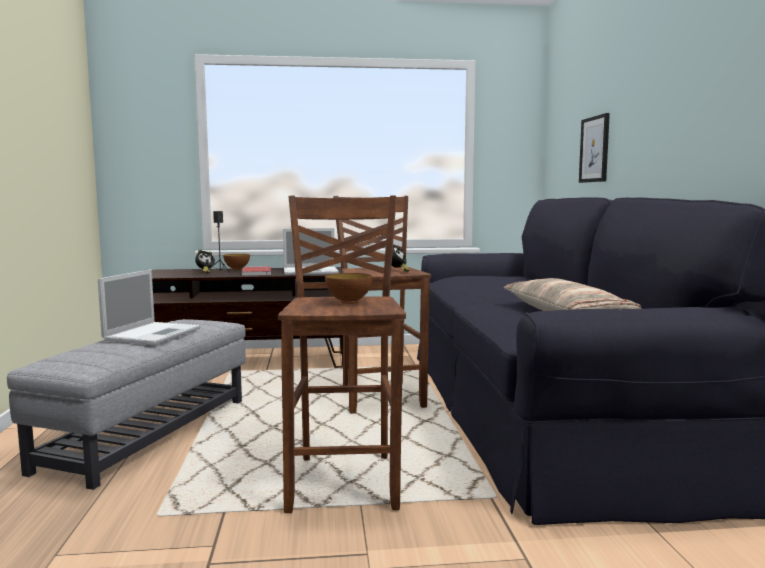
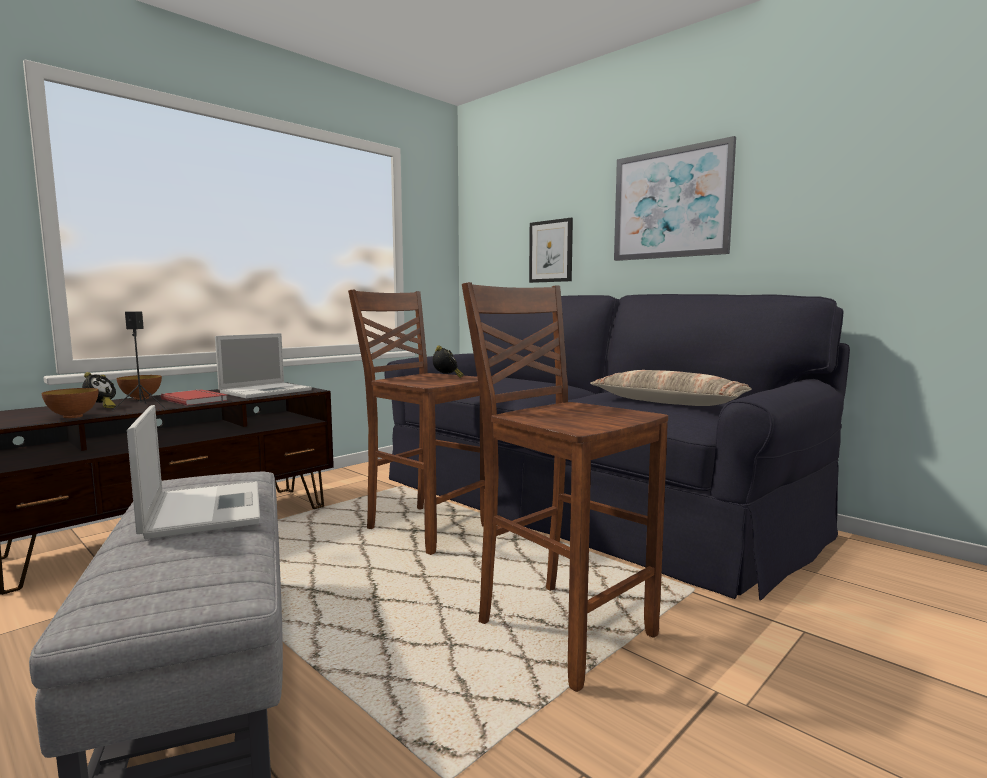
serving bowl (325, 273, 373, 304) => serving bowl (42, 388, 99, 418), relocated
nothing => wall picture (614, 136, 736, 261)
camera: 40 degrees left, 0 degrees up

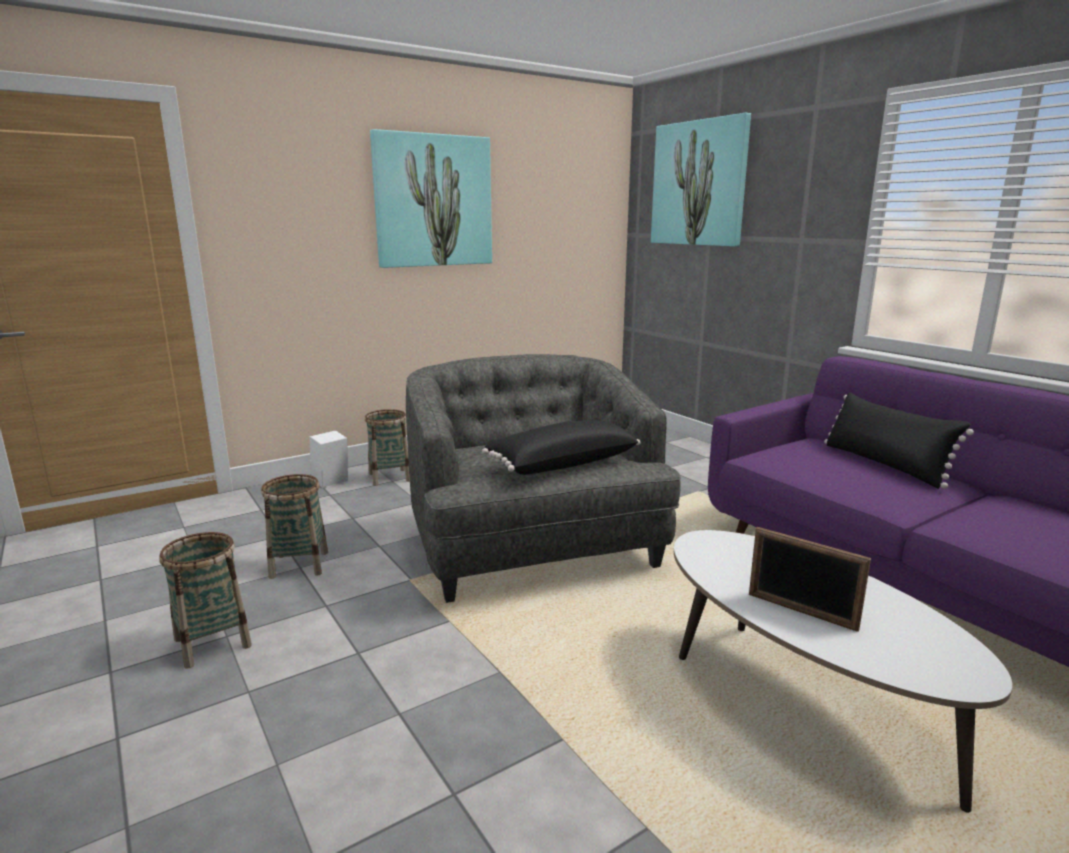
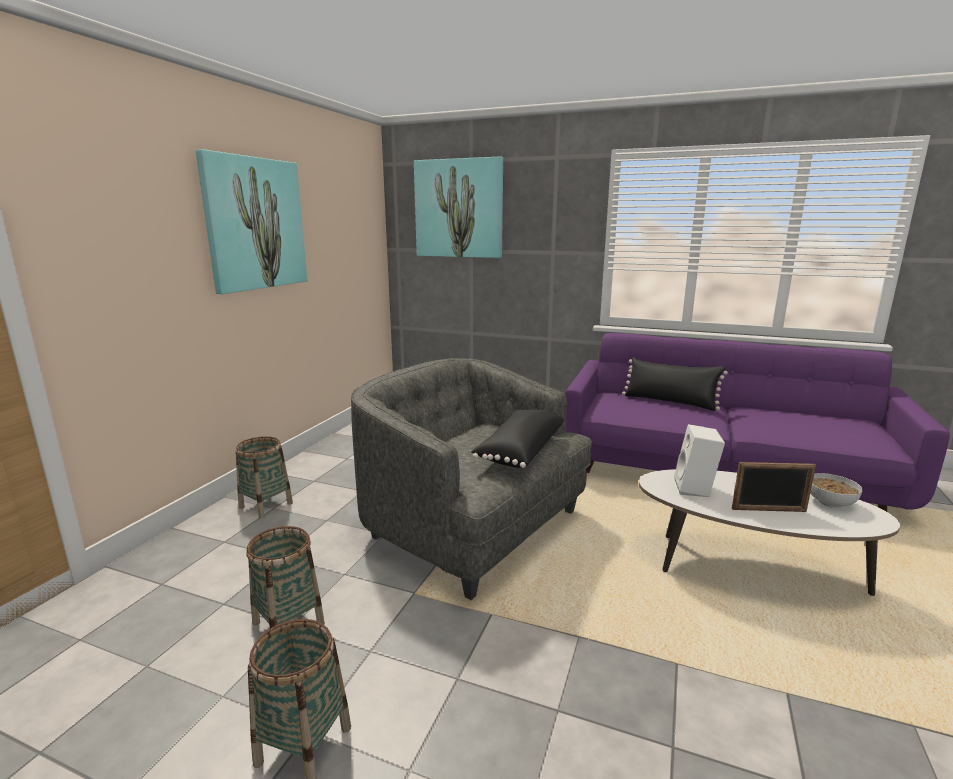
loudspeaker (white-coloured) (309, 430, 348, 488) => loudspeaker (white-coloured) (674, 424, 725, 497), relocated
nothing => serving bowl (810, 473, 863, 508)
camera: 35 degrees left, 0 degrees up

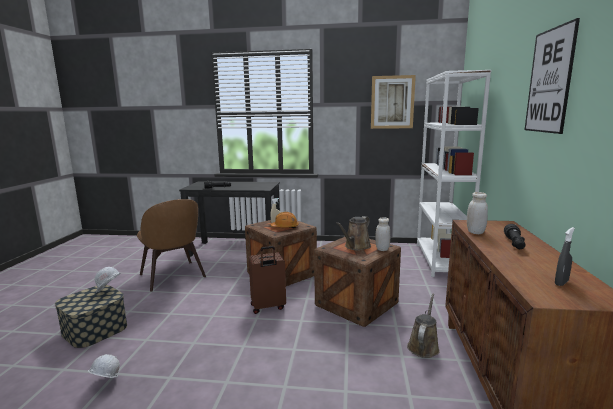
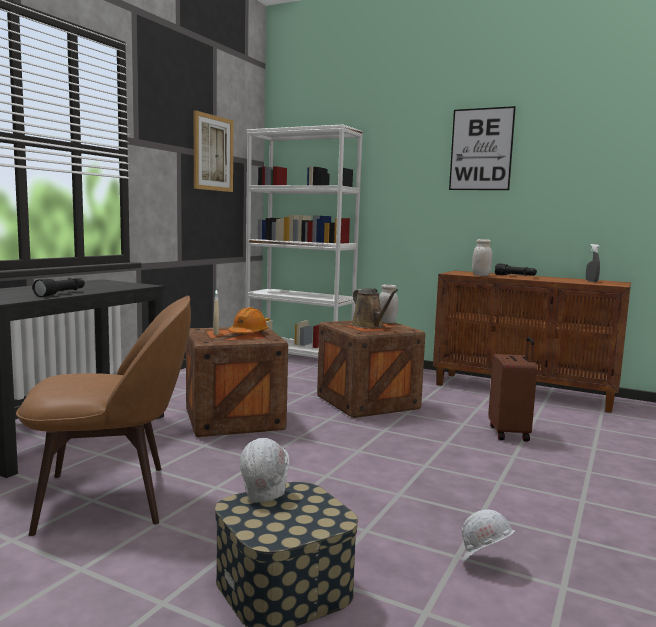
piece of luggage (brown) (249, 246, 286, 314) => piece of luggage (brown) (488, 337, 537, 441), relocated
watering pot (brown) (407, 294, 440, 358) => nothing
camera: 70 degrees left, 5 degrees down

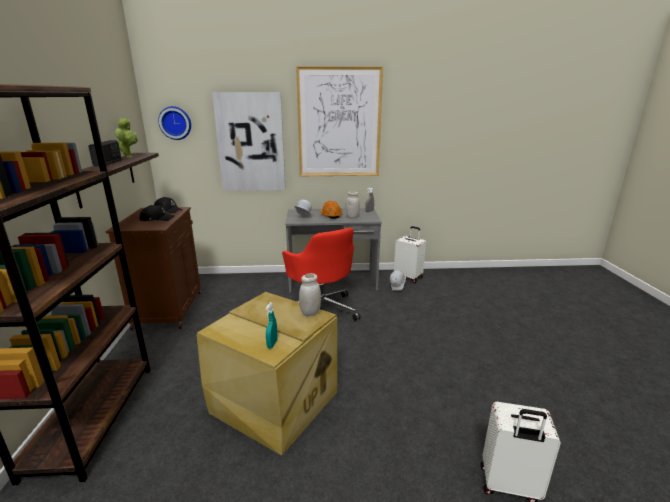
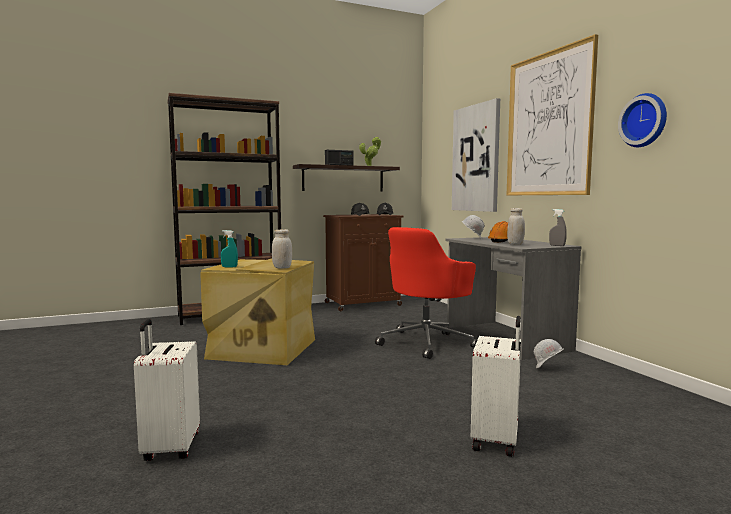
piece of luggage (white-coloured) (394, 226, 426, 283) => piece of luggage (white-coloured) (471, 316, 521, 457), relocated
wall clock (158, 106, 191, 140) => wall clock (618, 93, 667, 147), relocated
camera: 70 degrees right, 15 degrees down

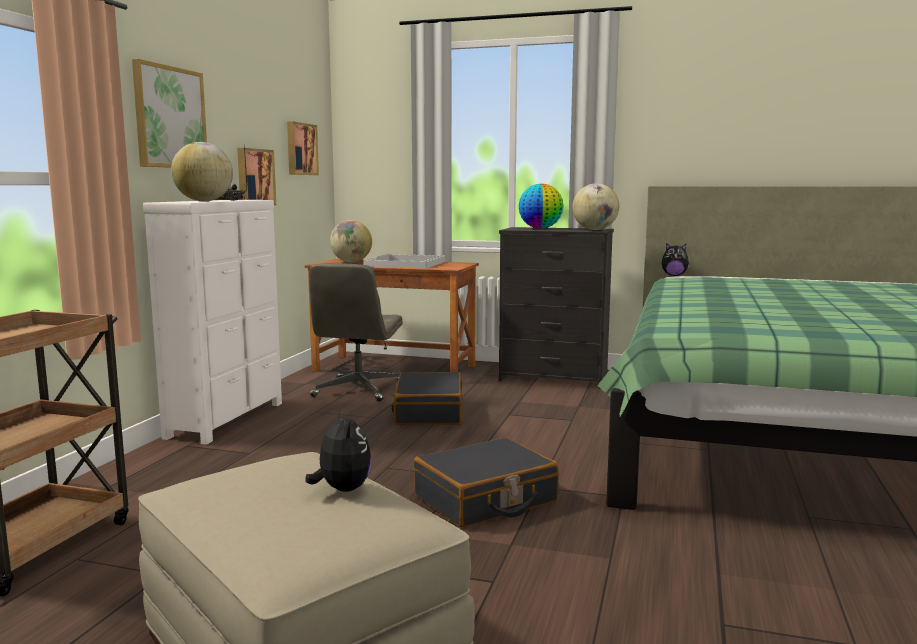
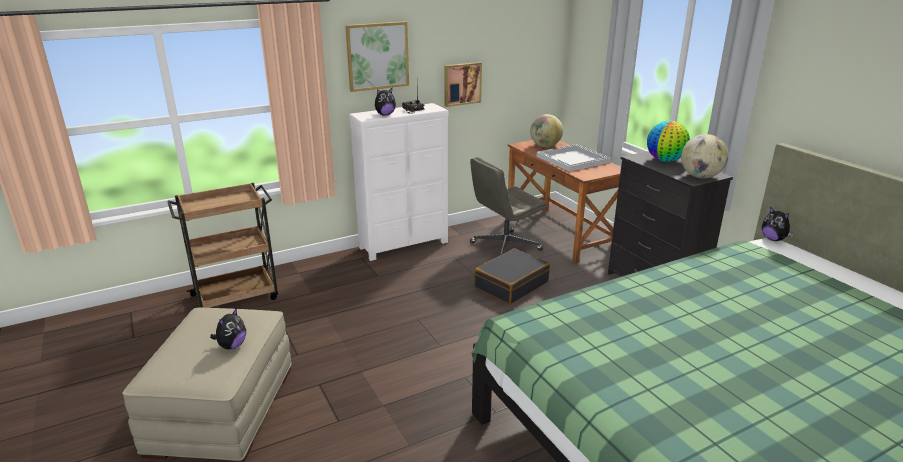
desk globe (171, 142, 233, 201) => soft toy (375, 88, 396, 116)
wall picture (287, 121, 319, 175) => nothing
piece of luggage (blackish) (414, 438, 559, 527) => nothing
camera: 45 degrees right, 15 degrees up

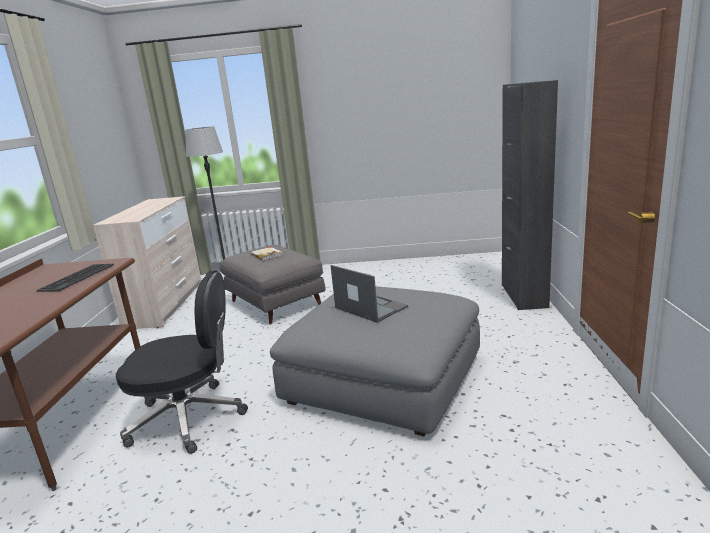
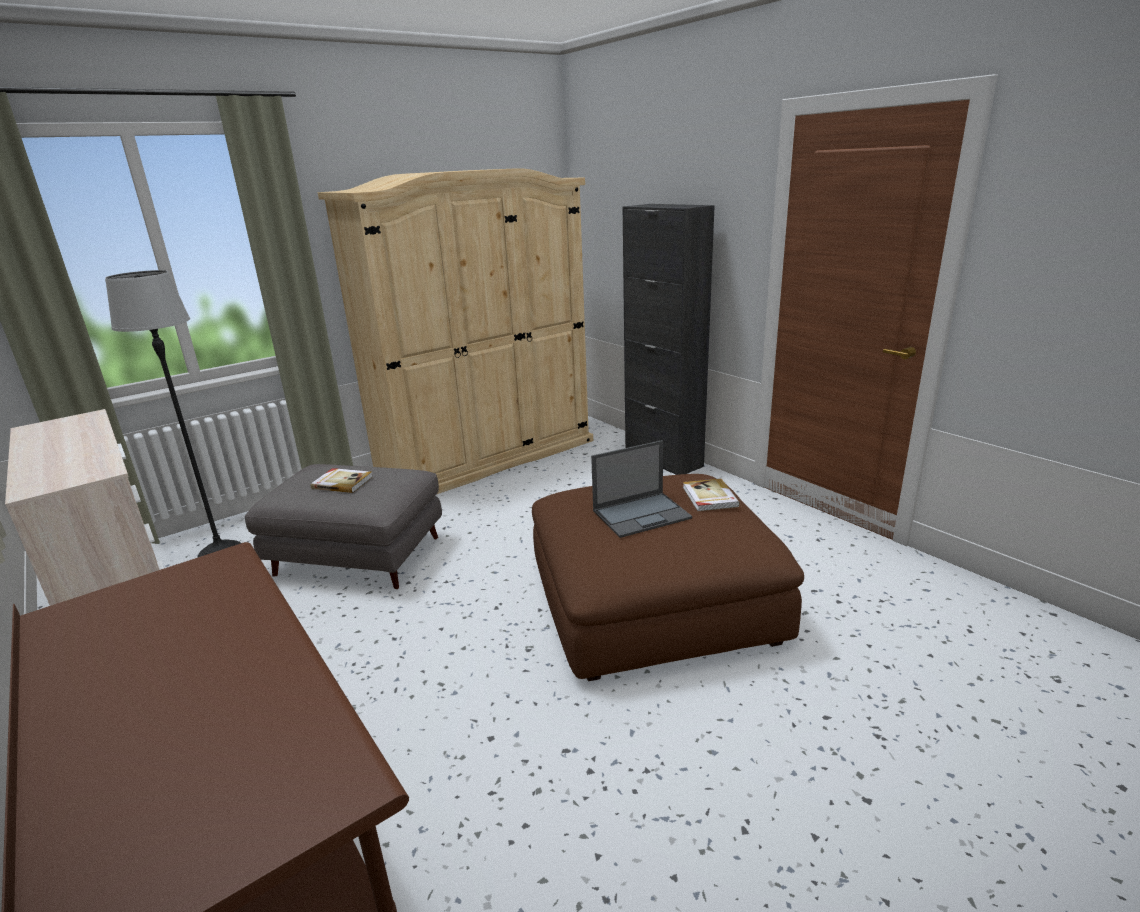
nothing => armoire (beige-coloured) (318, 168, 593, 494)
pouffe (gray) (270, 286, 480, 436) => pouffe (brown) (532, 474, 804, 681)
portable computer (330, 265, 408, 323) => portable computer (591, 440, 692, 538), 150 degrees clockwise
nothing => volume (683, 478, 740, 511)
keyboard (37, 264, 114, 292) => nothing
computer chair (blackish) (116, 271, 248, 454) => nothing
camera: 40 degrees left, 5 degrees up

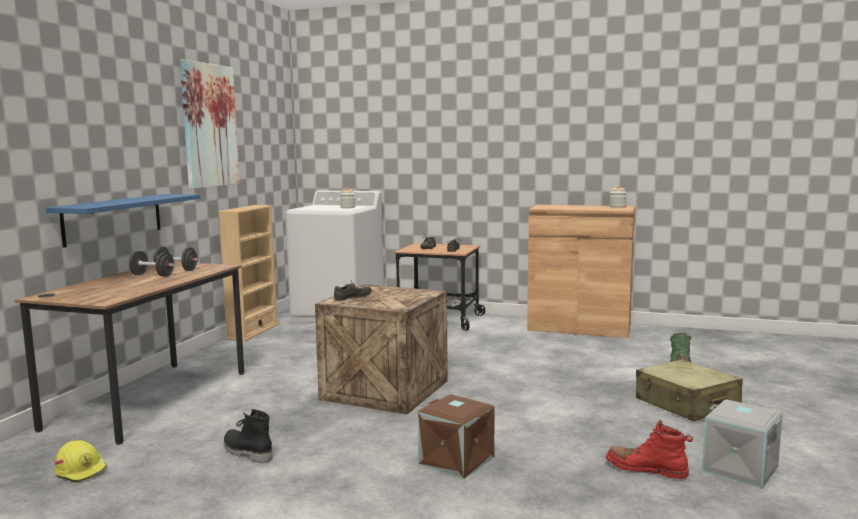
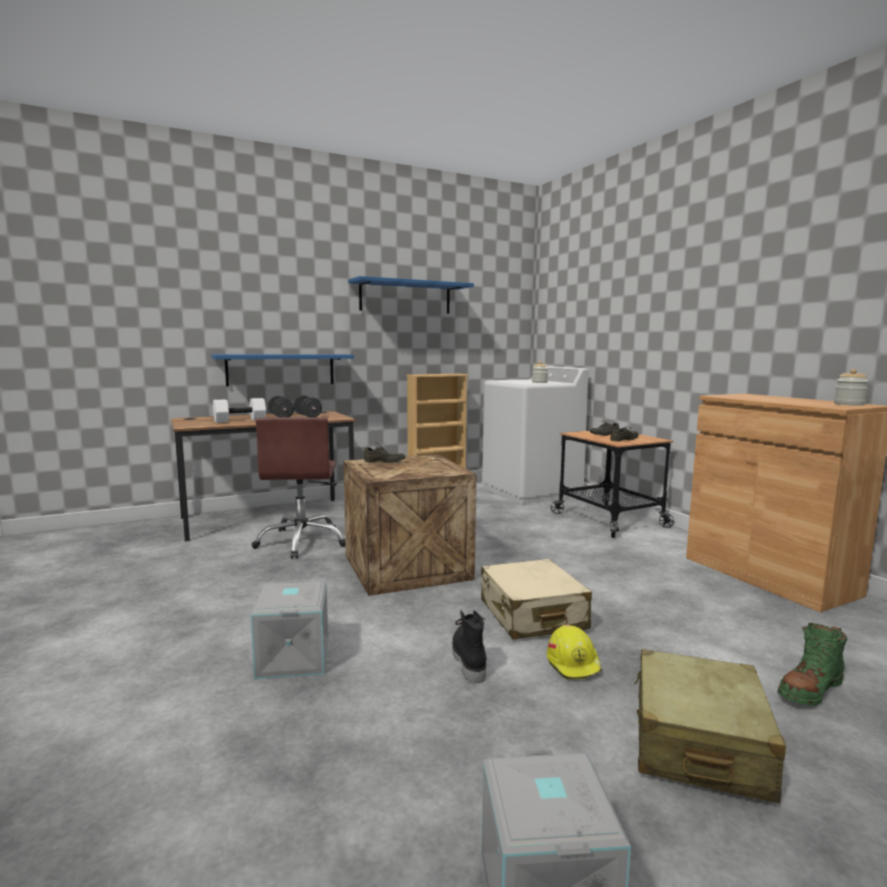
nothing => free weight (white-coloured) (213, 398, 266, 423)
storage container (brown) (418, 394, 494, 479) => storage container (gray) (251, 581, 328, 679)
nothing => computer chair (brown) (252, 417, 346, 559)
wall picture (180, 59, 240, 189) => wall shelf (bluish) (348, 276, 474, 314)
high-top boot (blackish) (224, 409, 273, 463) => high-top boot (blackish) (452, 610, 487, 683), relocated
nothing => piece of luggage (beige-coloured) (481, 559, 592, 639)
work helmet (yellowish) (55, 440, 107, 483) => work helmet (yellowish) (547, 624, 602, 680), relocated
high-top boot (red) (606, 420, 693, 479) => nothing
camera: 45 degrees right, 0 degrees up

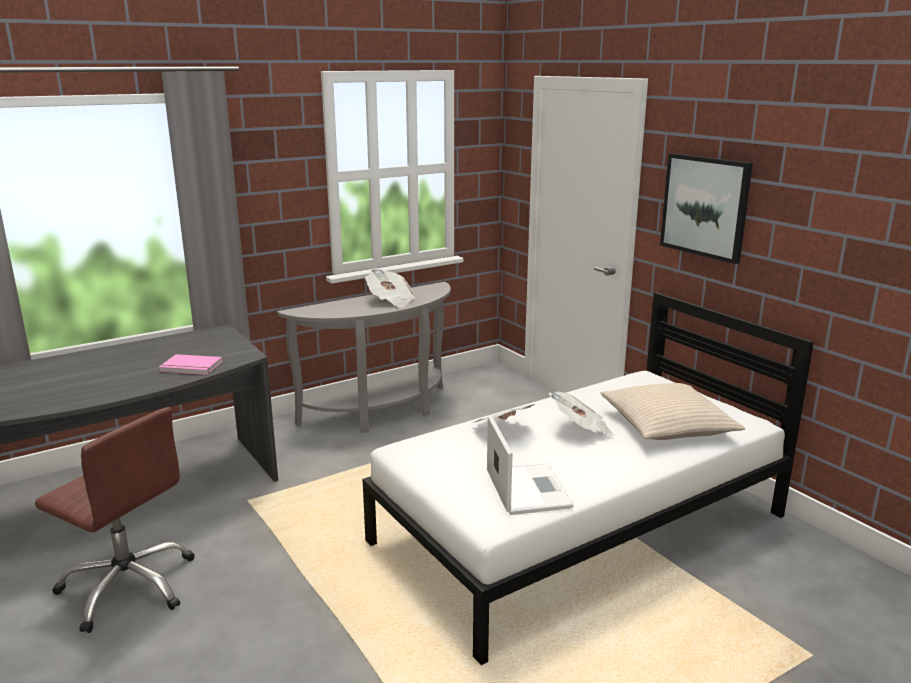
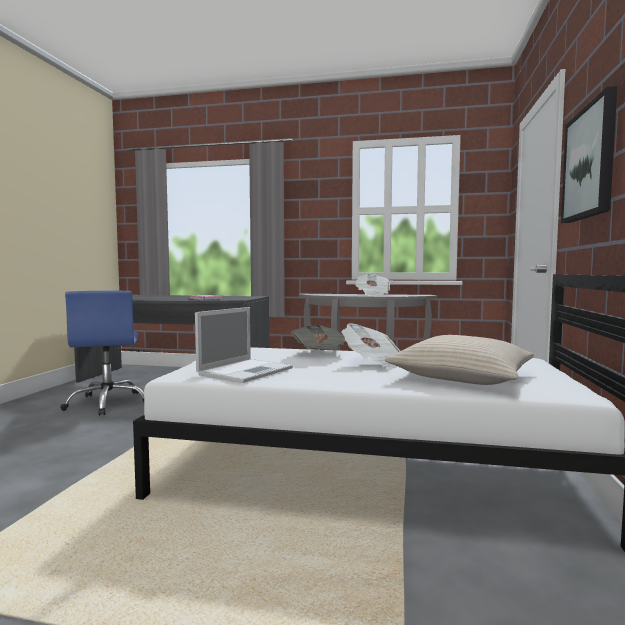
computer chair (brown) (35, 407, 195, 633) => computer chair (bluish) (60, 291, 144, 415)
camera: 45 degrees right, 15 degrees down

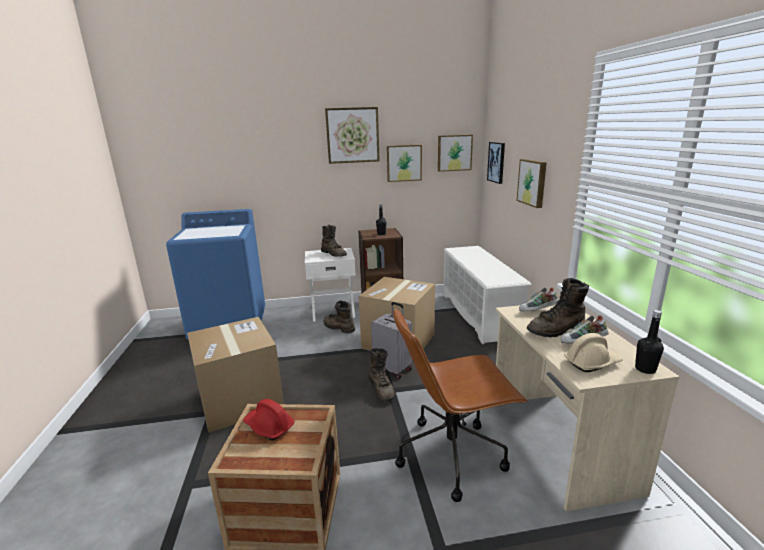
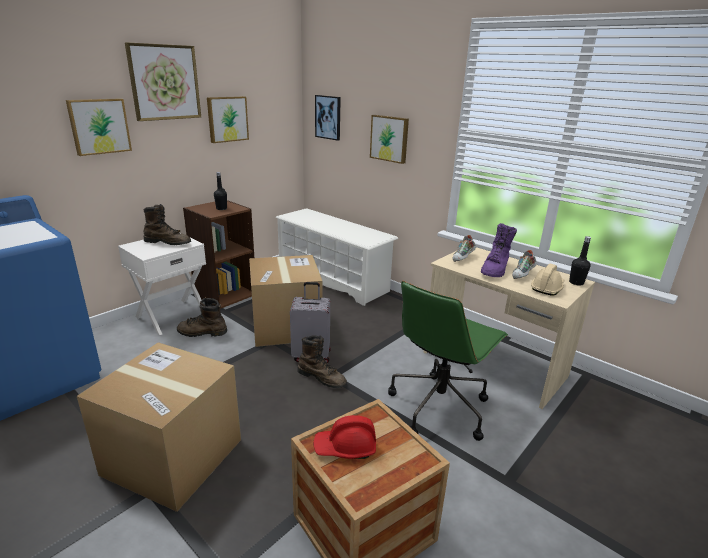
wall picture (438, 135, 473, 172) => wall picture (66, 98, 132, 156), relocated
computer chair (brown) (393, 308, 527, 502) => computer chair (green-coloured) (388, 281, 508, 441)
high-top boot (brown) (527, 278, 589, 337) => high-top boot (purplish) (481, 223, 517, 277)
camera: 40 degrees left, 5 degrees up

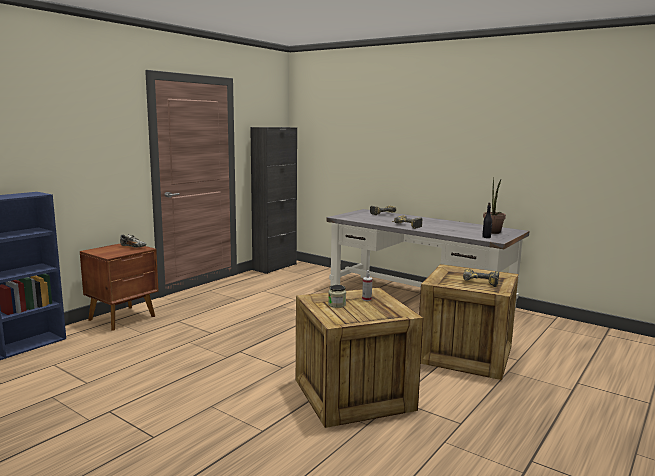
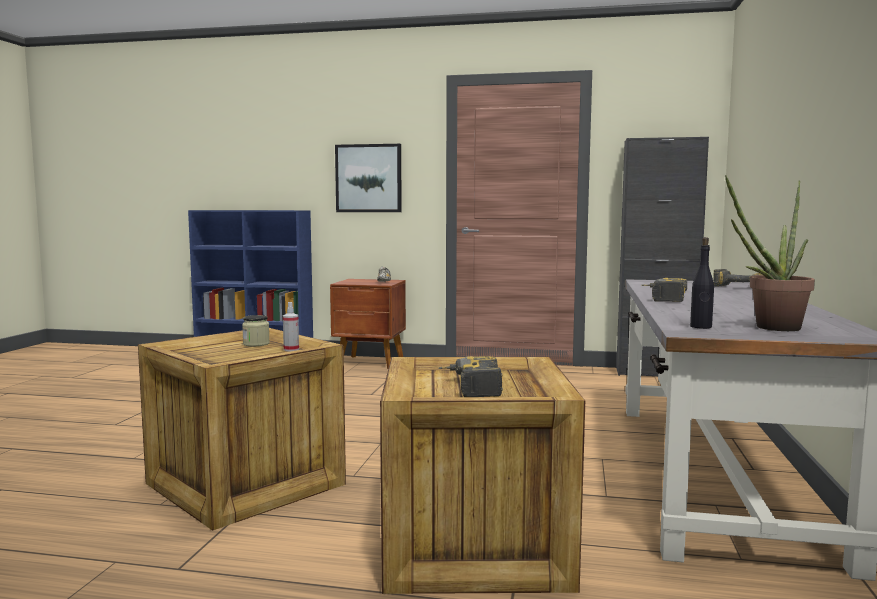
nothing => wall picture (335, 144, 402, 212)
camera: 65 degrees right, 5 degrees down

